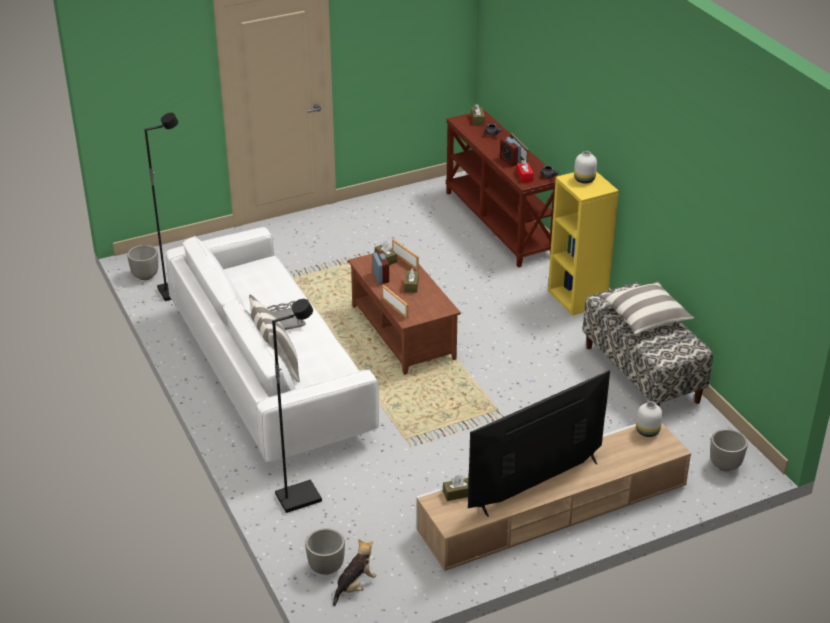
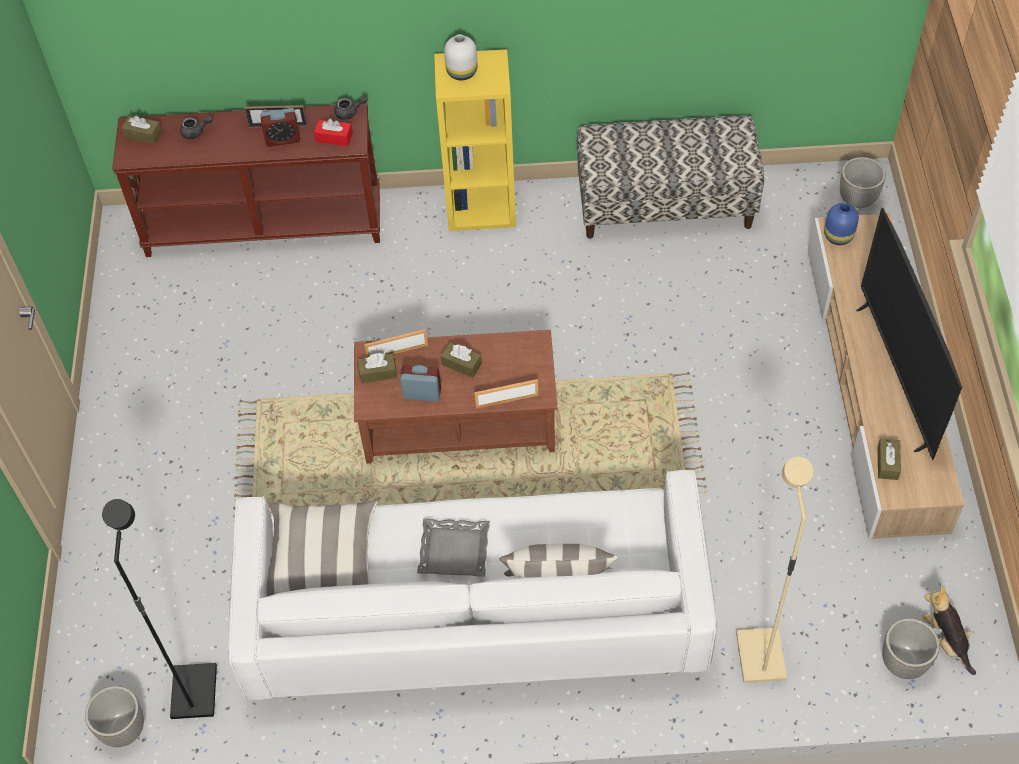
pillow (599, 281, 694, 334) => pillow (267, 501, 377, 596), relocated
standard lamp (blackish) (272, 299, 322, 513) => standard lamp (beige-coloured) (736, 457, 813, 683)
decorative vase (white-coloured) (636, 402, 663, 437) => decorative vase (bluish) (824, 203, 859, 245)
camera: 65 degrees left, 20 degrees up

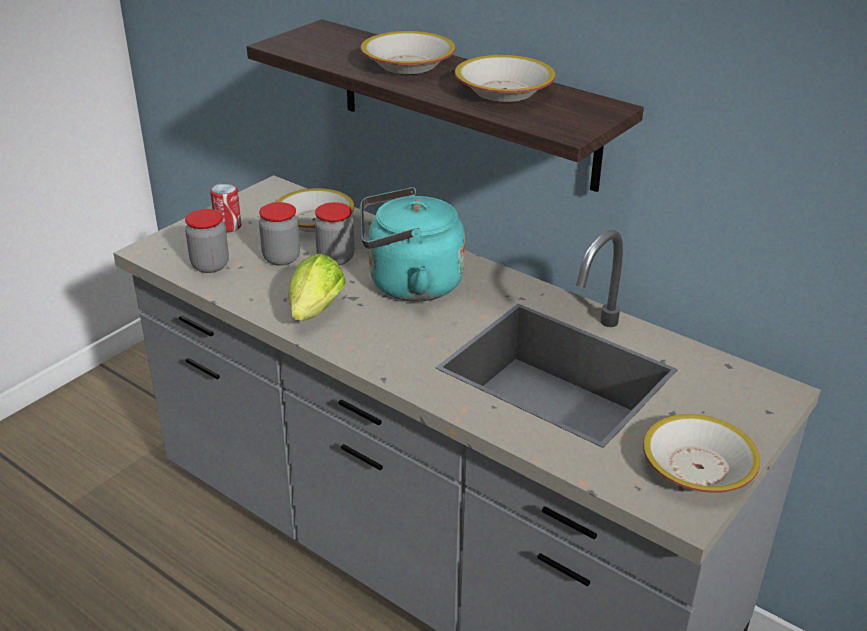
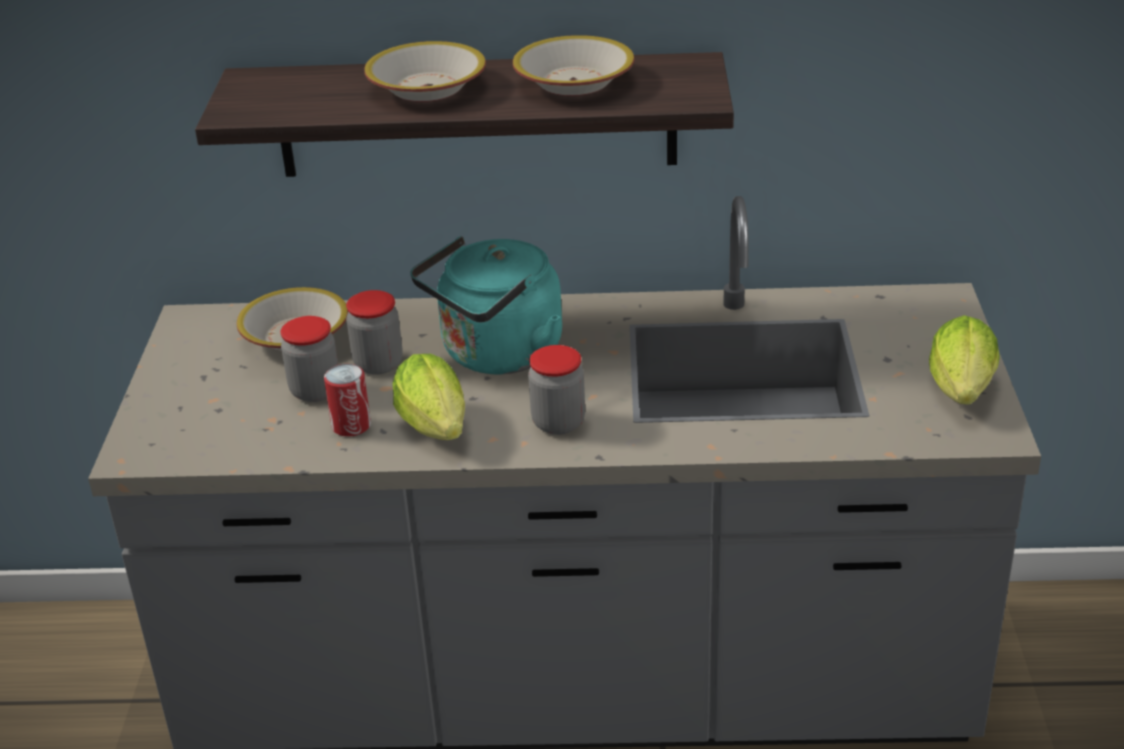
metal can (210, 183, 242, 232) => metal can (324, 364, 371, 437), relocated
storage jar (185, 209, 229, 273) => storage jar (528, 345, 585, 435), relocated
serving bowl (643, 414, 760, 493) => head of lettuce (929, 315, 1000, 405)
camera: 35 degrees left, 0 degrees up

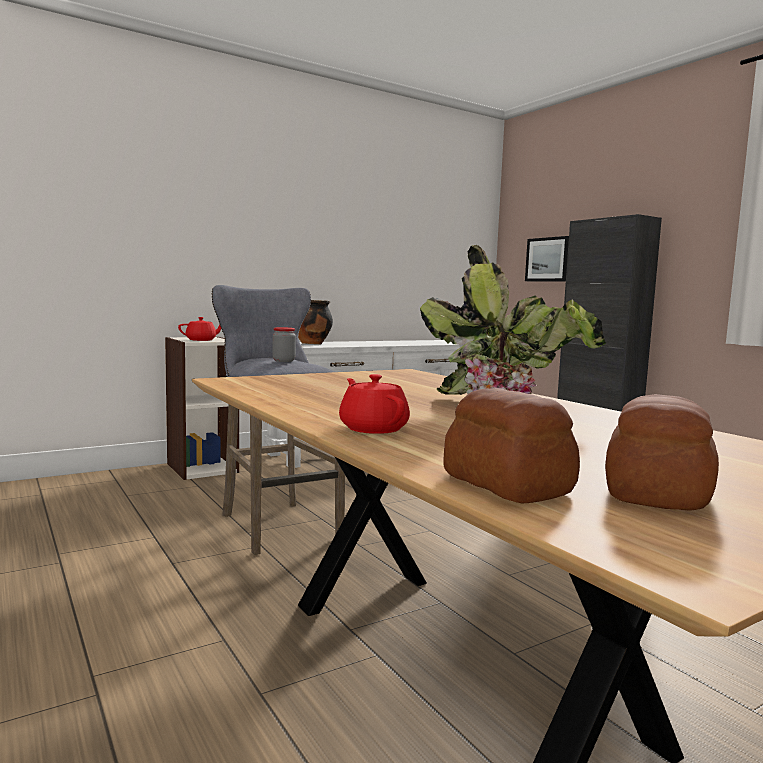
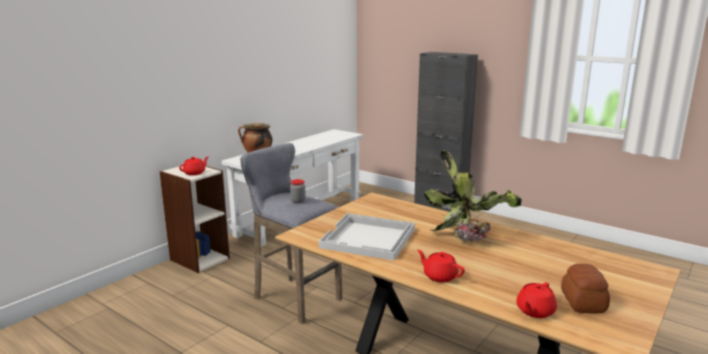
nothing => tray (white-coloured) (319, 213, 415, 261)
bread (443, 388, 580, 503) => tea pot (red) (516, 282, 557, 318)
wall picture (525, 236, 569, 281) => nothing
camera: 20 degrees left, 10 degrees up

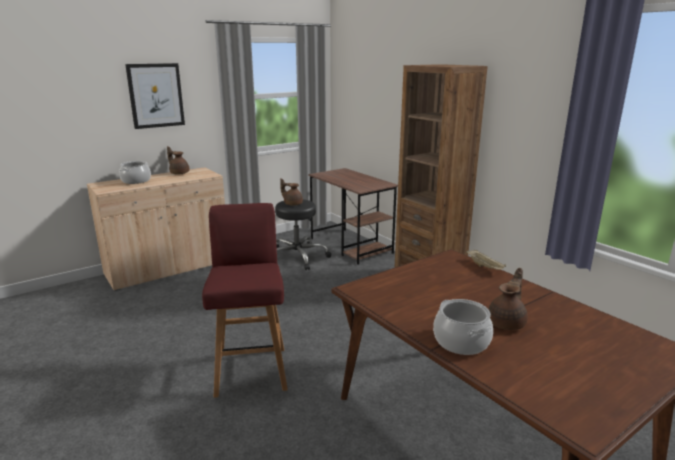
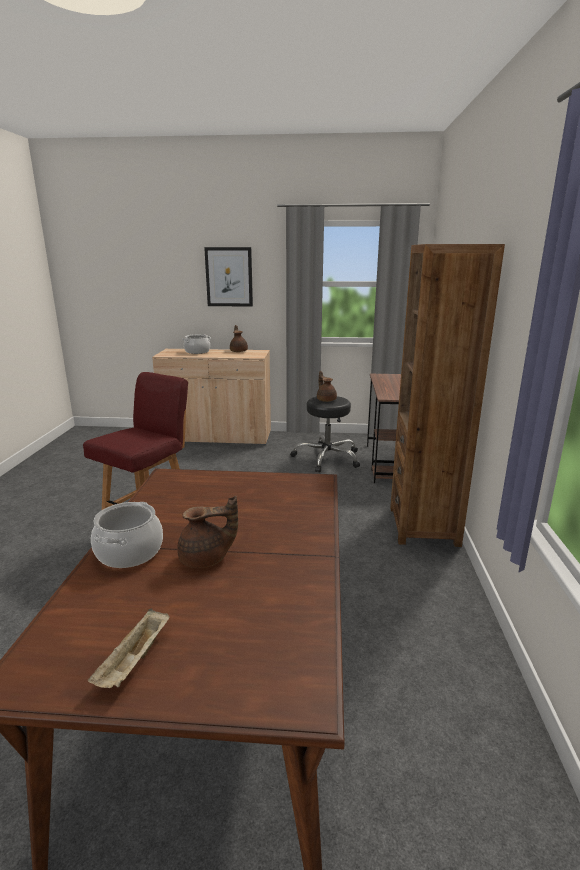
tray (beige-coloured) (467, 250, 506, 270) => tray (beige-coloured) (88, 608, 170, 688), relocated
camera: 40 degrees right, 0 degrees up

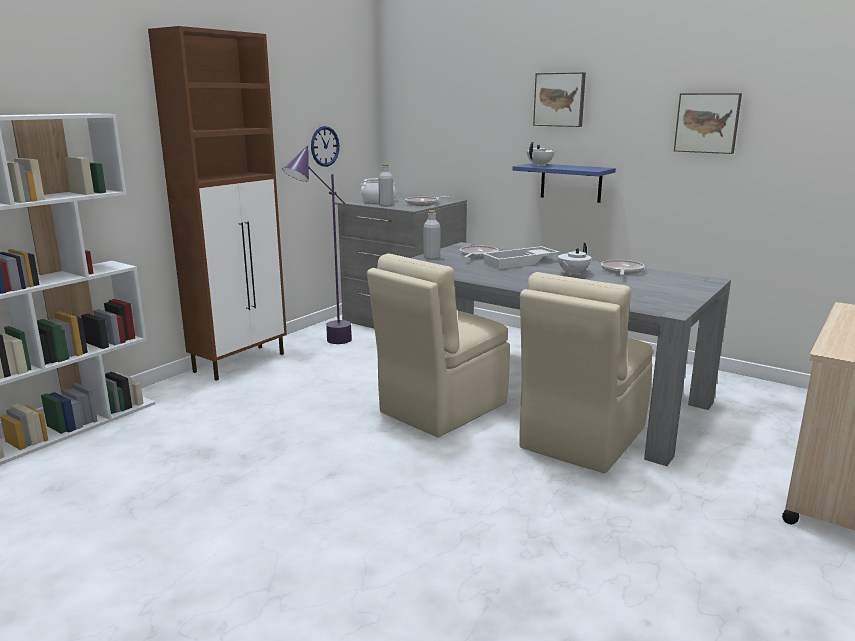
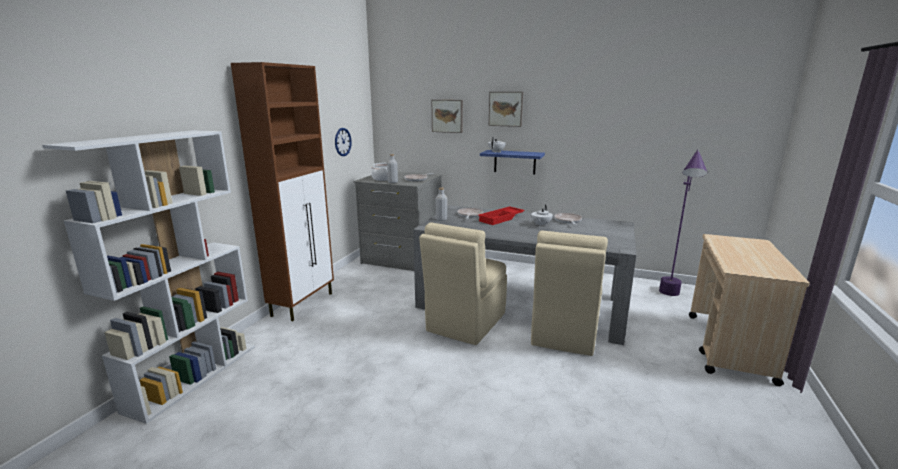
wall picture (674, 93, 742, 154) => wall picture (432, 100, 463, 133), relocated
tray (white-coloured) (482, 246, 560, 269) => tray (red) (478, 206, 525, 225)
standard lamp (purplish) (282, 145, 352, 344) => standard lamp (purplish) (659, 149, 707, 296), relocated
camera: 15 degrees left, 0 degrees up

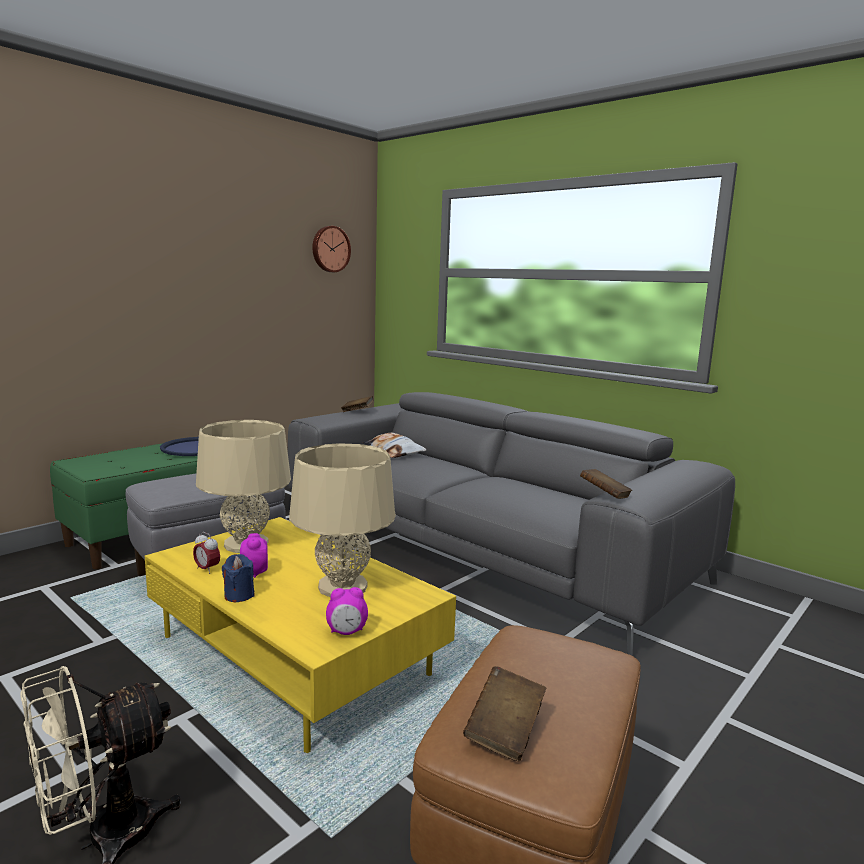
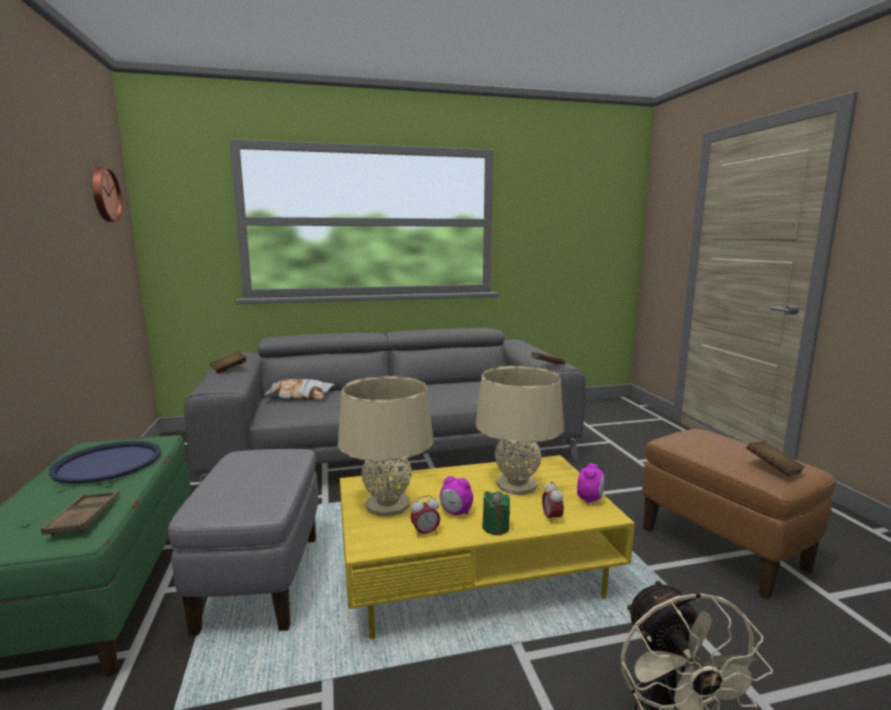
nothing => tray (brown) (41, 491, 120, 536)
wax light (bluish) (222, 554, 255, 602) => wax light (green-coloured) (482, 491, 510, 535)
nothing => bedside clock (542, 481, 564, 524)
camera: 55 degrees left, 0 degrees up

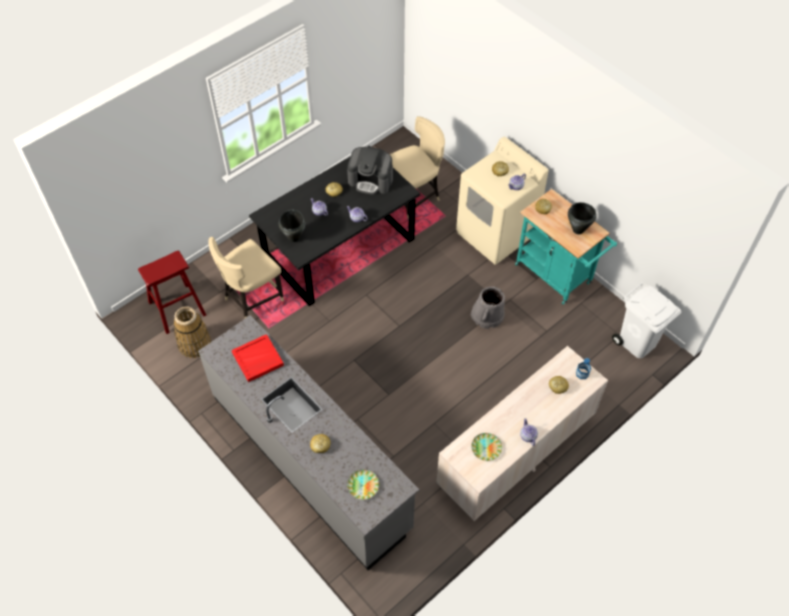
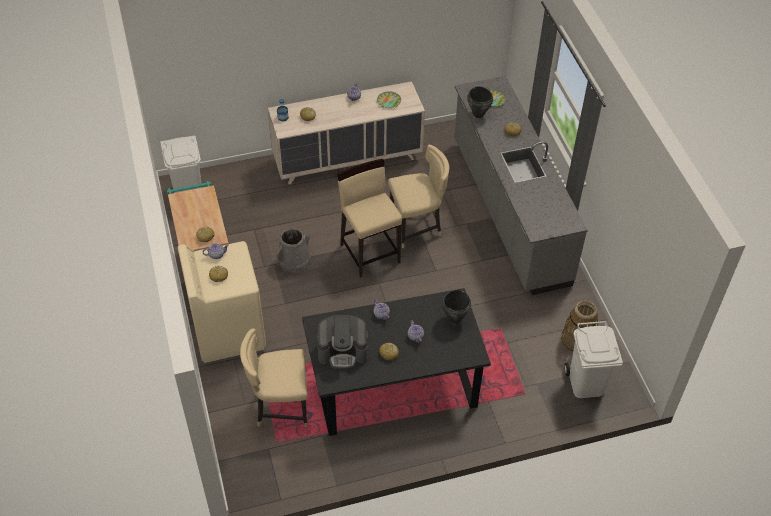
coffee brewer (347, 147, 393, 194) => coffee brewer (317, 315, 368, 369), 135 degrees clockwise
nothing => stool seat (beige-coloured) (337, 159, 402, 278)
chair (beige-coloured) (208, 237, 284, 318) => chair (beige-coloured) (388, 145, 449, 248), relocated
stockpot (blackish) (568, 202, 597, 234) => stockpot (blackish) (467, 86, 493, 118), relocated
stool seat (red) (138, 251, 206, 334) => waste bin (white-coloured) (564, 321, 623, 398)
tray (red) (232, 334, 284, 382) => nothing
camera: 155 degrees left, 5 degrees down

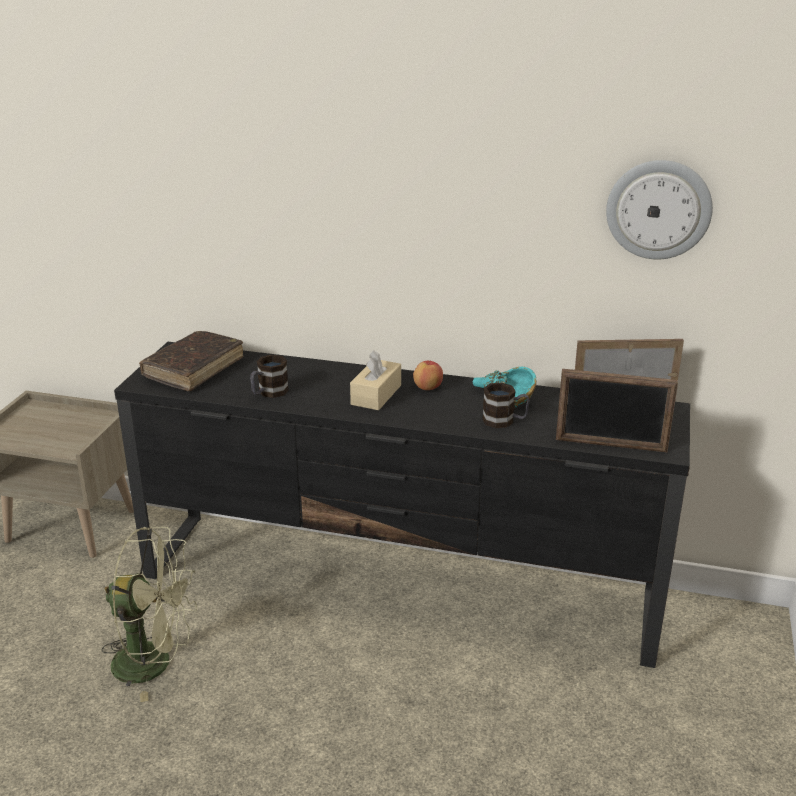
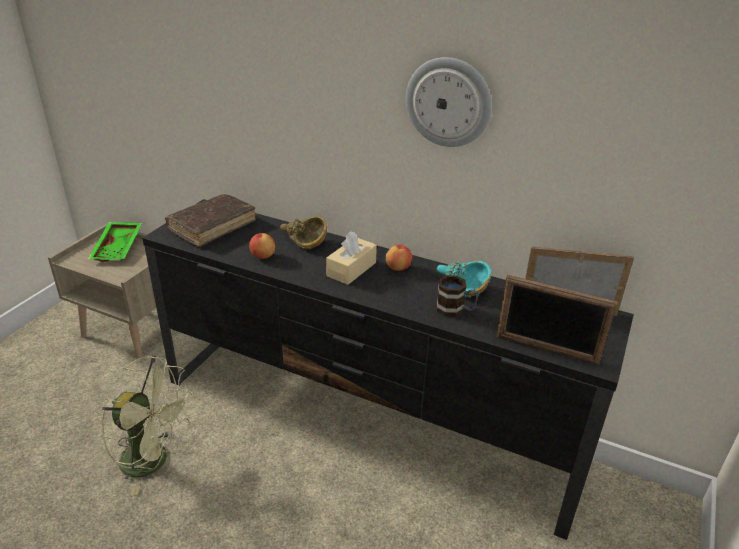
nothing => tray (green-coloured) (88, 222, 142, 262)
coffee mug (250, 355, 289, 398) => whole apple (249, 233, 275, 259)
nothing => serving bowl (brown) (280, 216, 327, 250)
wall clock (606, 160, 713, 259) => wall clock (406, 57, 492, 147), relocated
camera: 10 degrees right, 5 degrees up

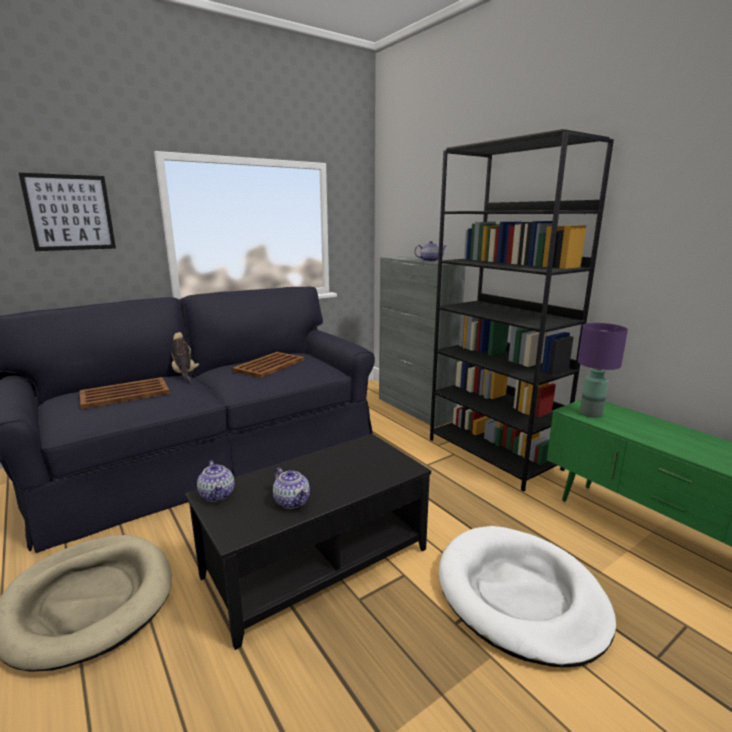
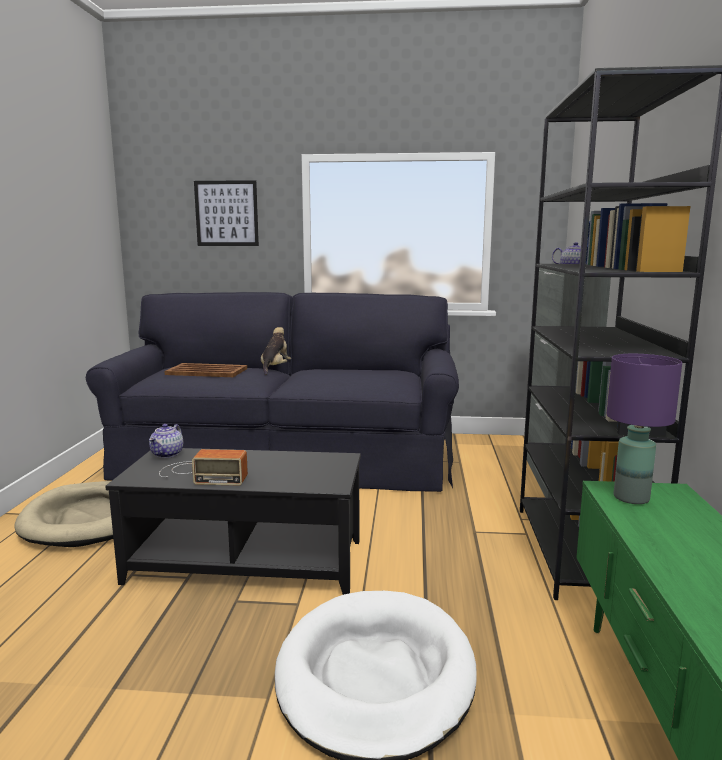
tea pot (273, 468, 310, 509) => radio (159, 449, 248, 485)
tray (brown) (232, 352, 304, 378) => nothing
camera: 40 degrees right, 5 degrees down

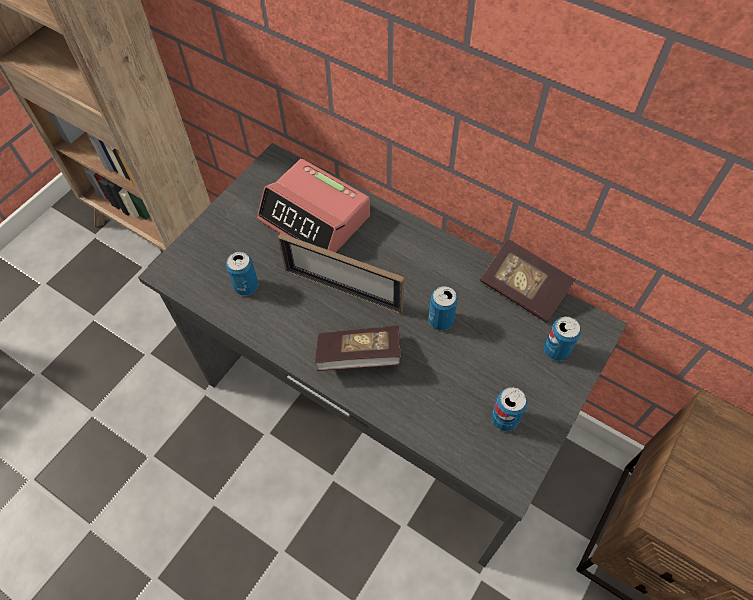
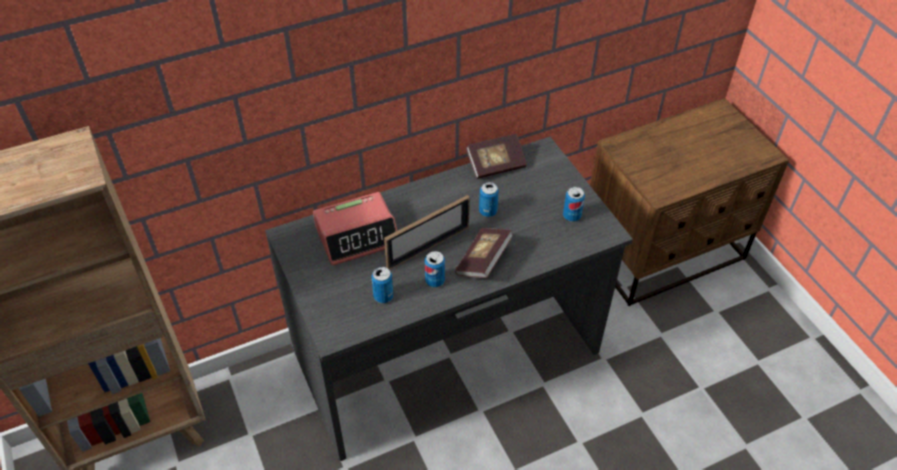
metal can (544, 316, 581, 361) => metal can (425, 251, 445, 287), relocated
camera: 60 degrees left, 10 degrees down

